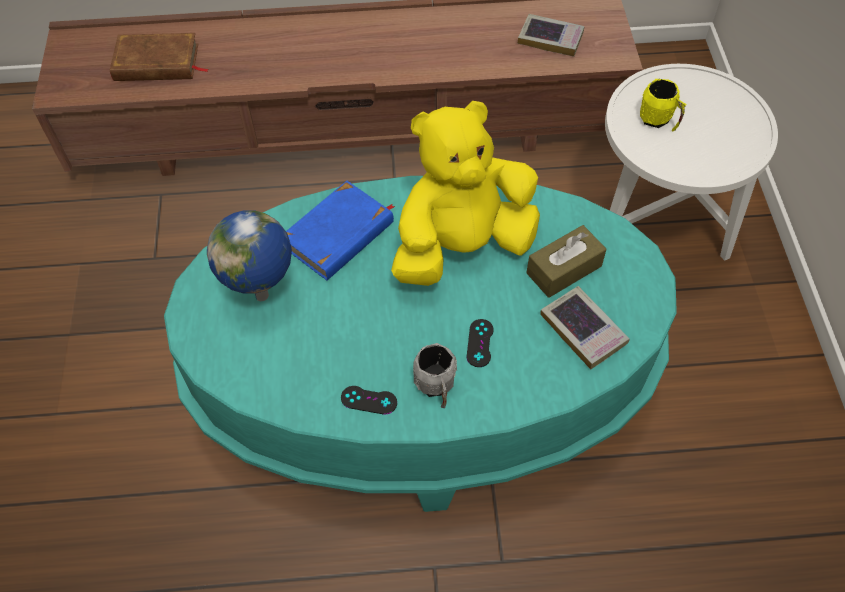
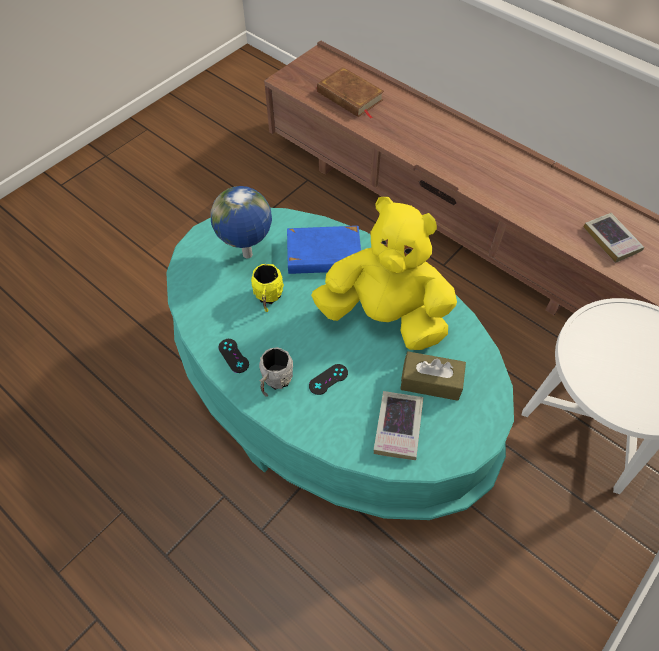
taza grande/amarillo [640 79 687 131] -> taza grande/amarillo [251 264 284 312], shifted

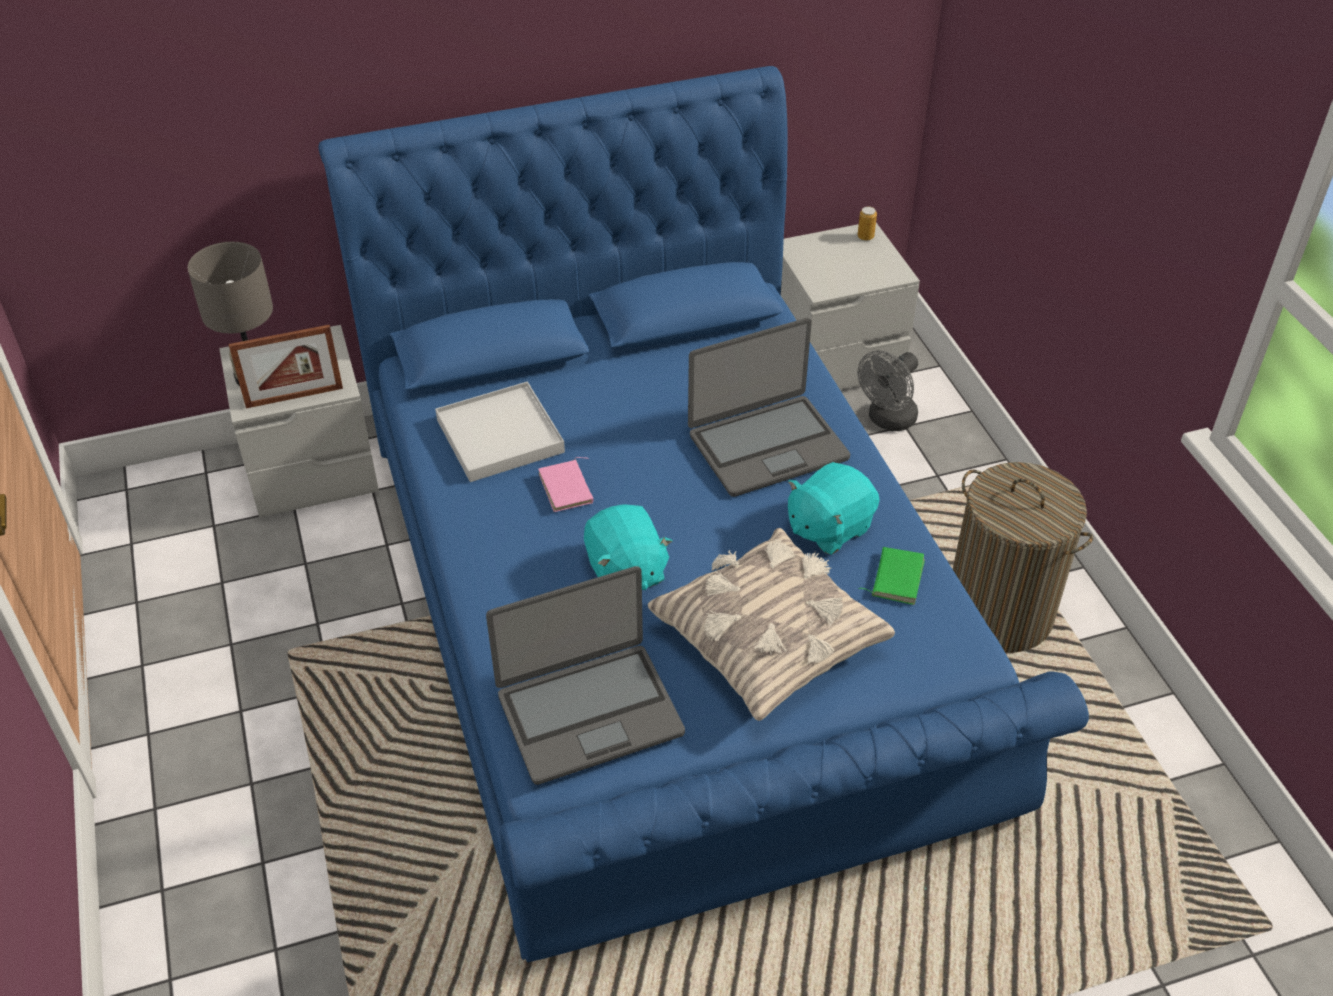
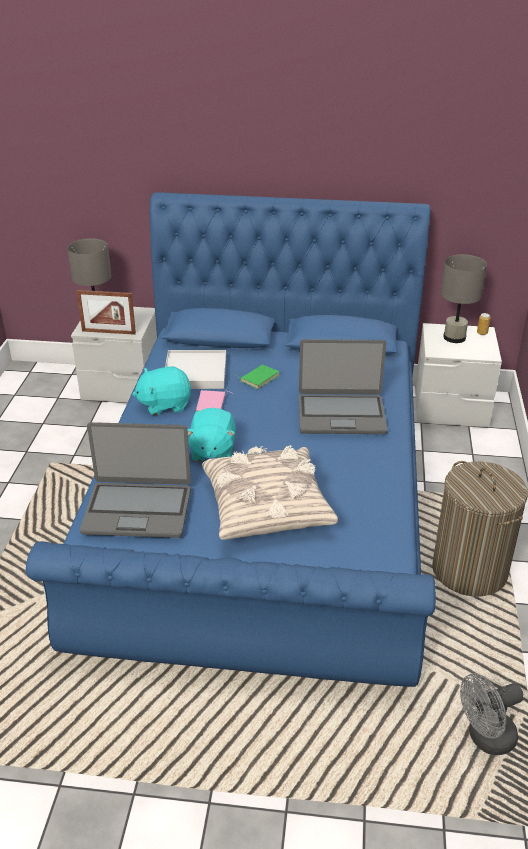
ventilador/gris [858 351 918 431] -> ventilador/gris [460 673 523 755], shifted
peluche/turquesa [788 462 880 555] -> peluche/turquesa [132 366 192 415], shifted
libro/verde [859 547 925 605] -> libro/verde [235 364 280 389], shifted
none -> lámpara de mesa/gris [441 254 487 343]

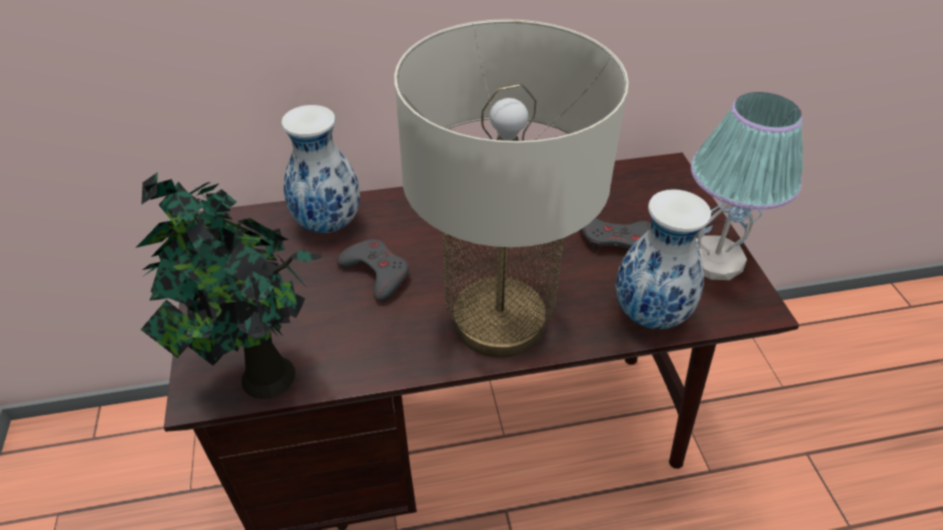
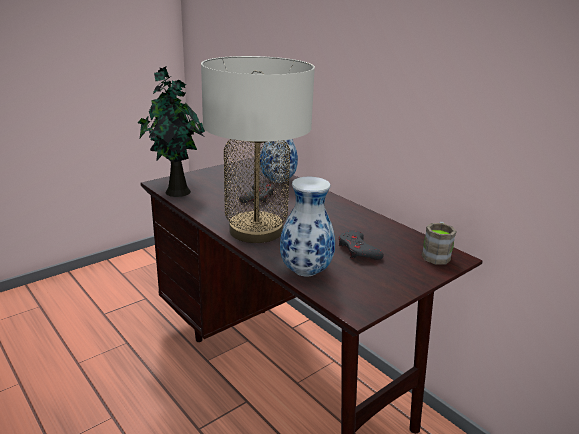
lámpara de mesa [691 92 803 280] -> none
none -> taza grande/marrón [421 222 457 265]

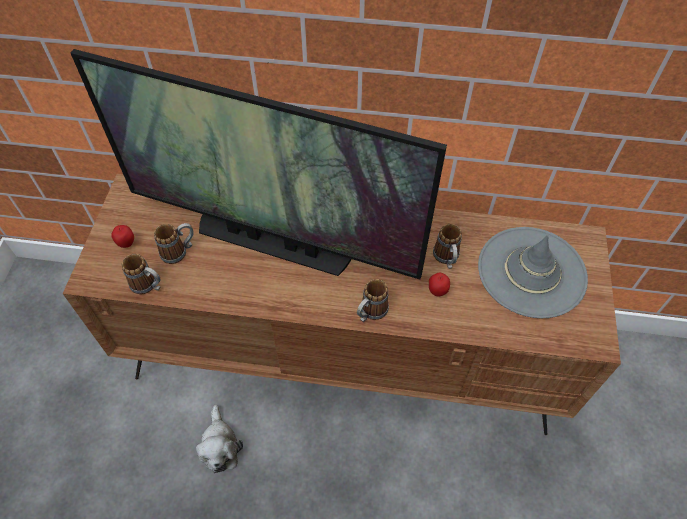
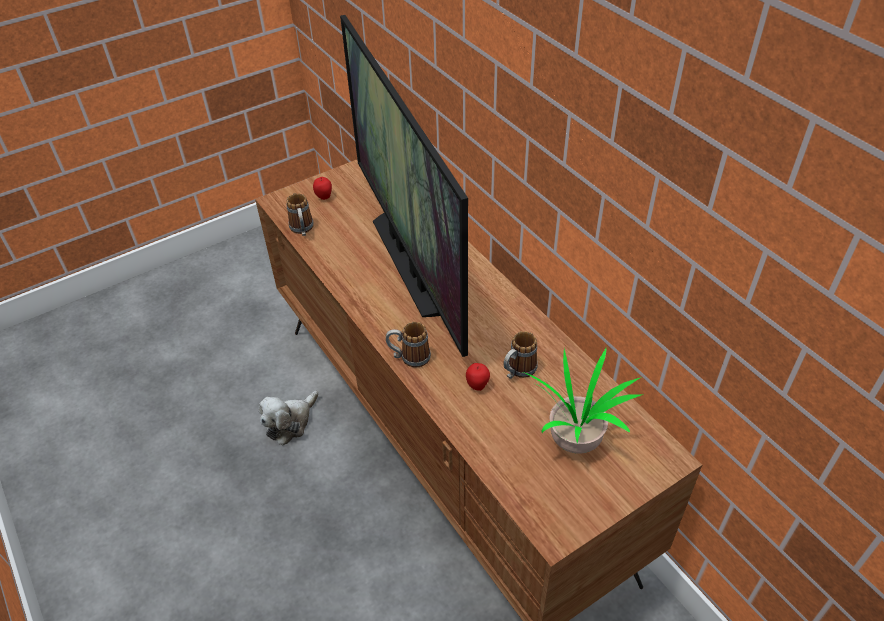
taza grande [154 223 193 264] -> none
sombrero/gris [478 227 588 318] -> planta en maceta [523 348 644 454]

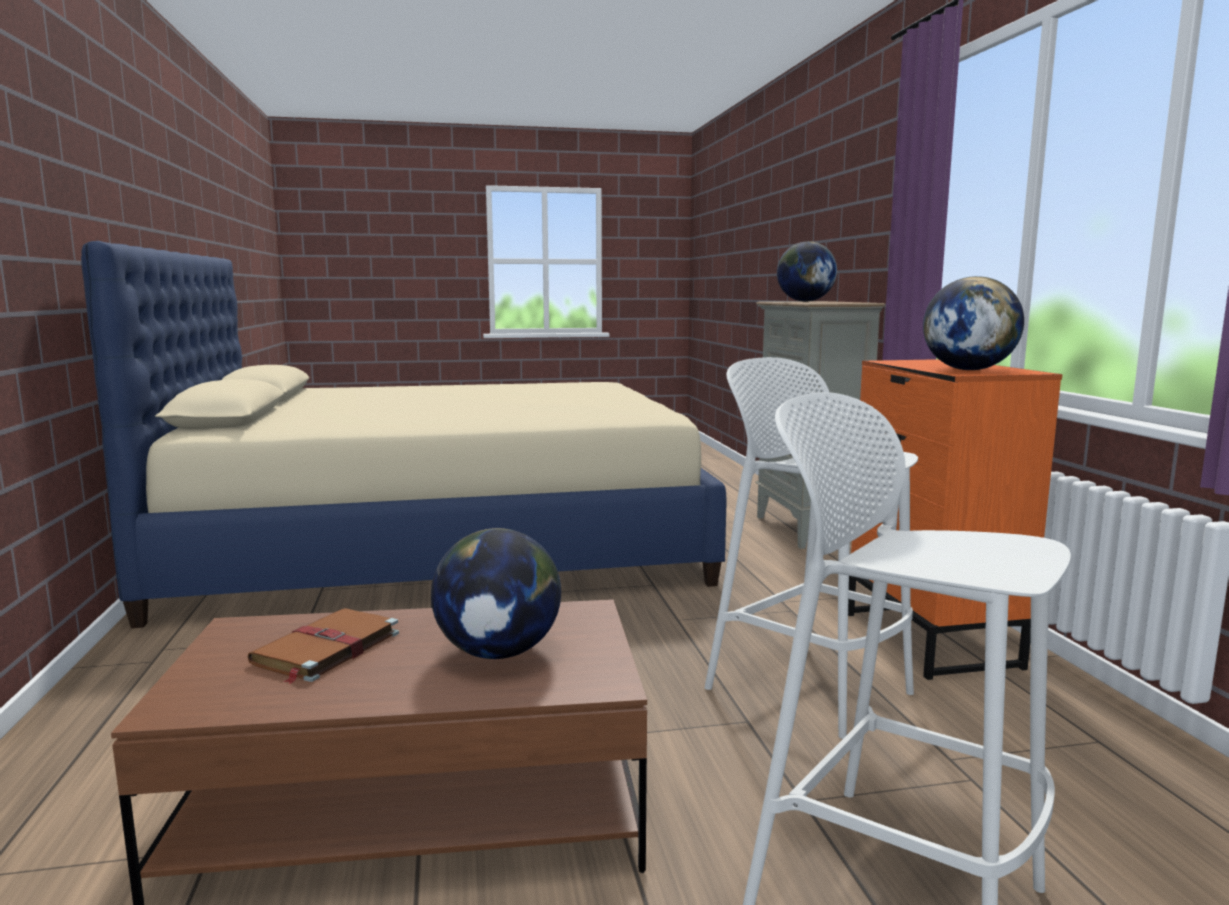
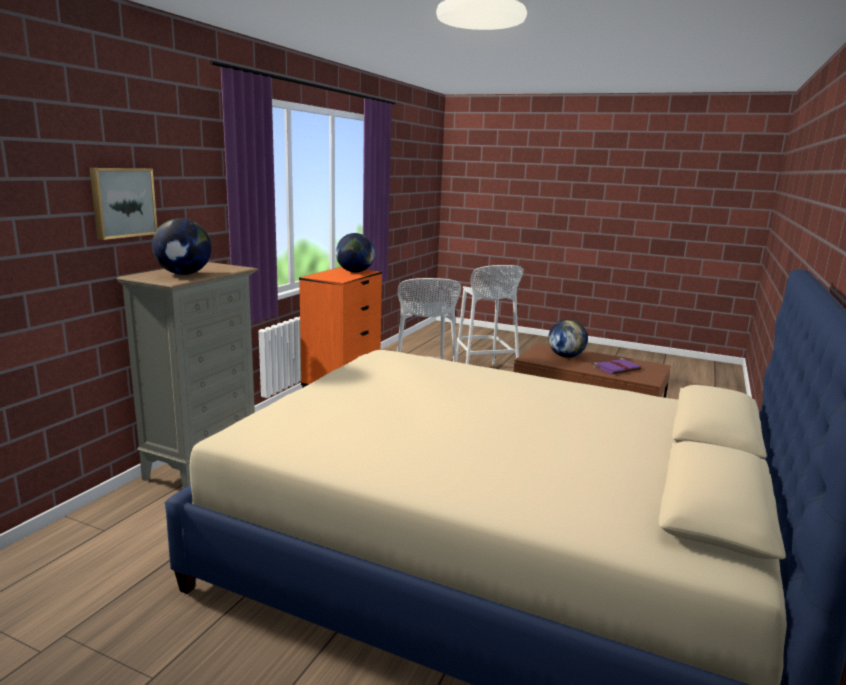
libro/marrón [248 608 399 684] -> libro/morado [593 358 641 374]
none -> cuadro [90 168 158 240]

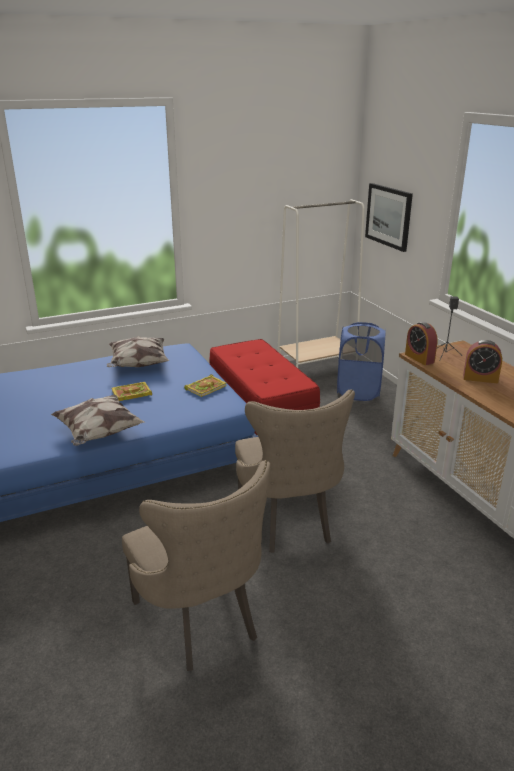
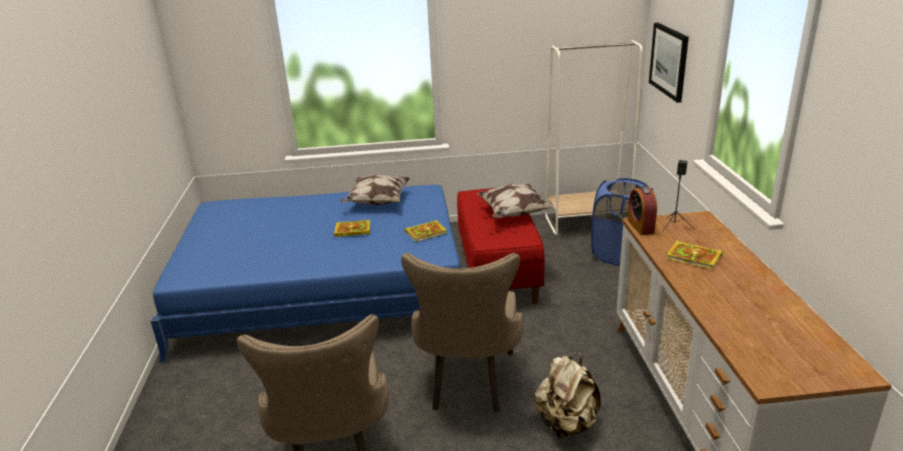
despertador [463 340 502 383] -> libro [667 240 723 270]
cojín [51 394 145 446] -> cojín [477 184 553 218], shifted
none -> mochila/beis [535 353 601 438]

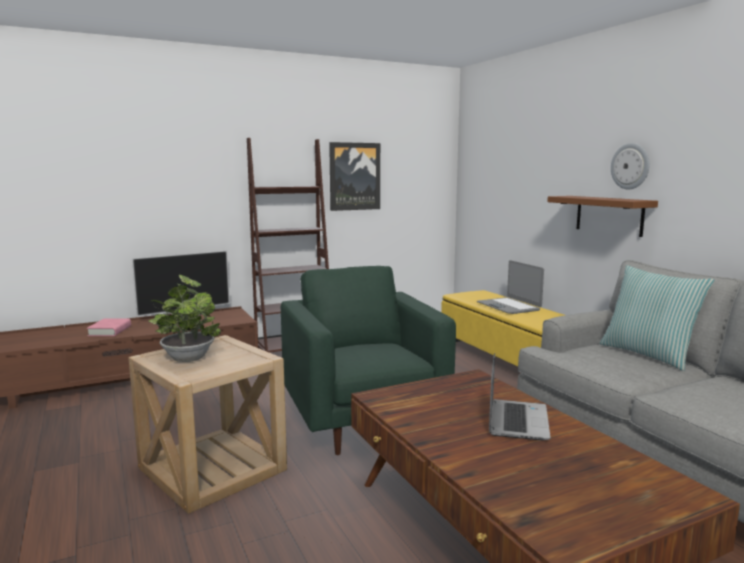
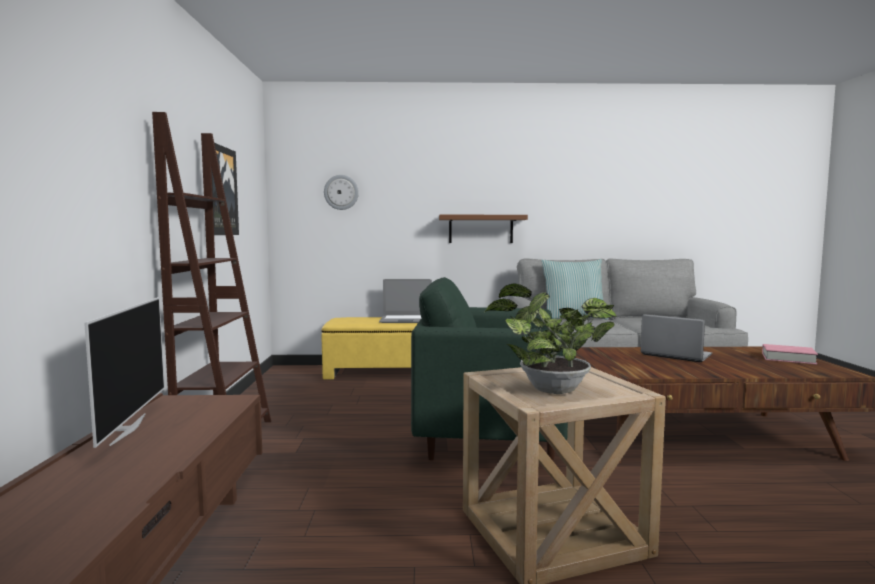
reloj de pared [611 143 650 189] -> reloj de pared [324 175 359 210], shifted
libro/rosa [87 318 131 336] -> libro/rosa [762 344 818 365], shifted

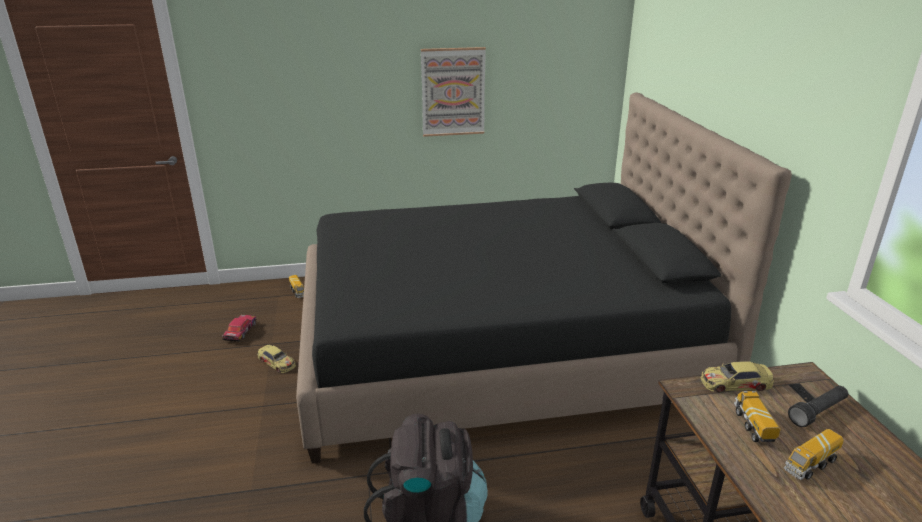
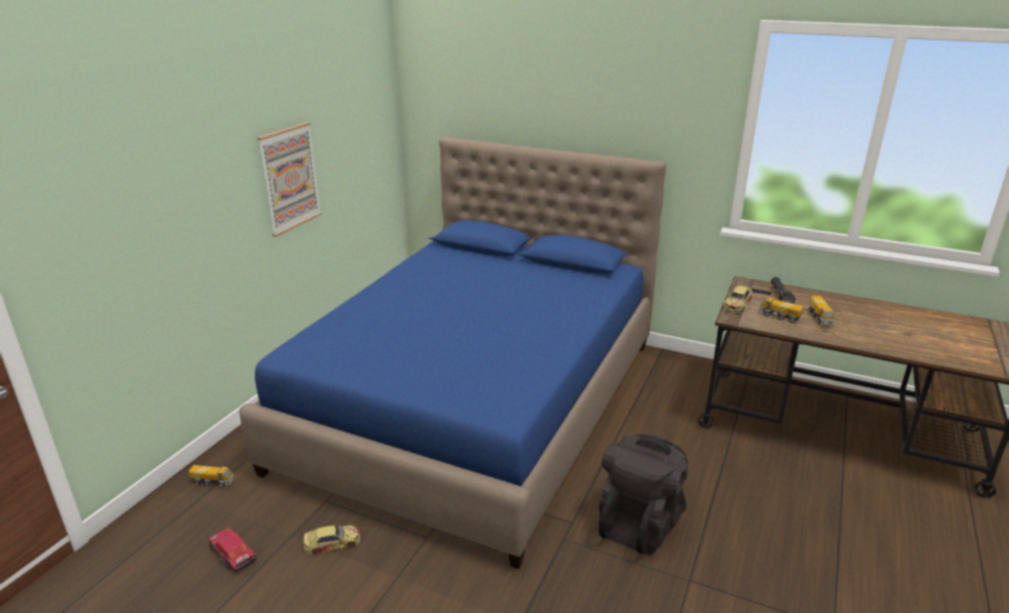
cama/negro [296 93 792 464] -> cama/azul [239 137 666 569]

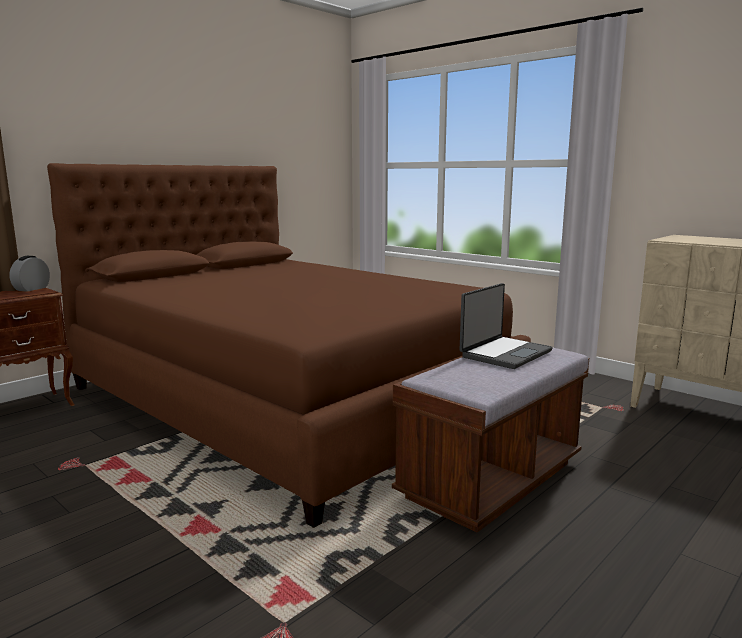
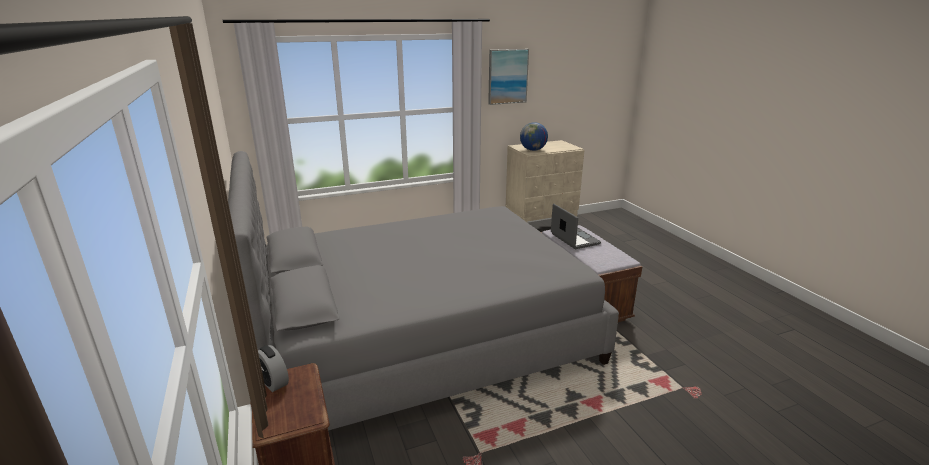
cama/marrón [47 163 531 528] -> cama/gris [228 151 619 431]
none -> cuadro [488 49 529 105]
none -> globo terráqueo [520 122 548 151]

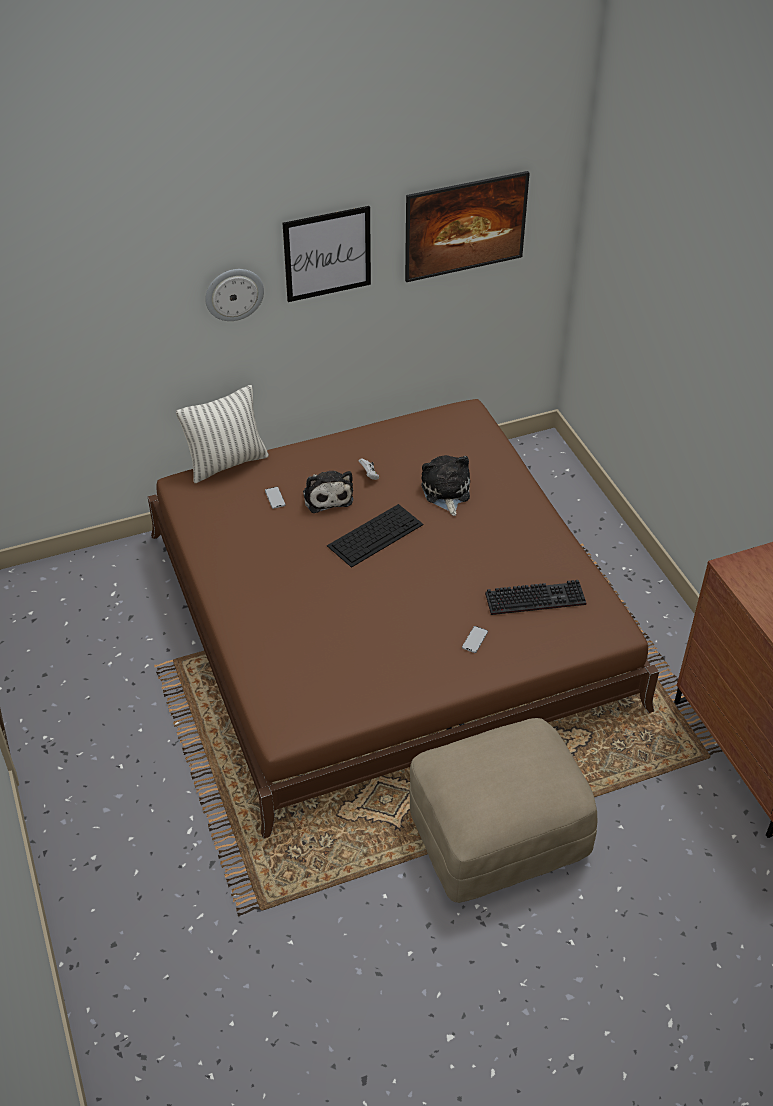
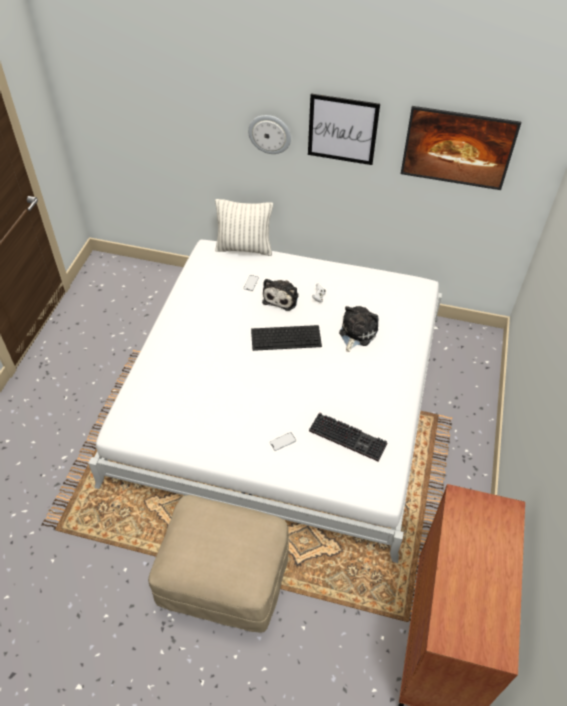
cama/marrón [148 399 659 839] -> cama/blanco [88 240 442 563]

